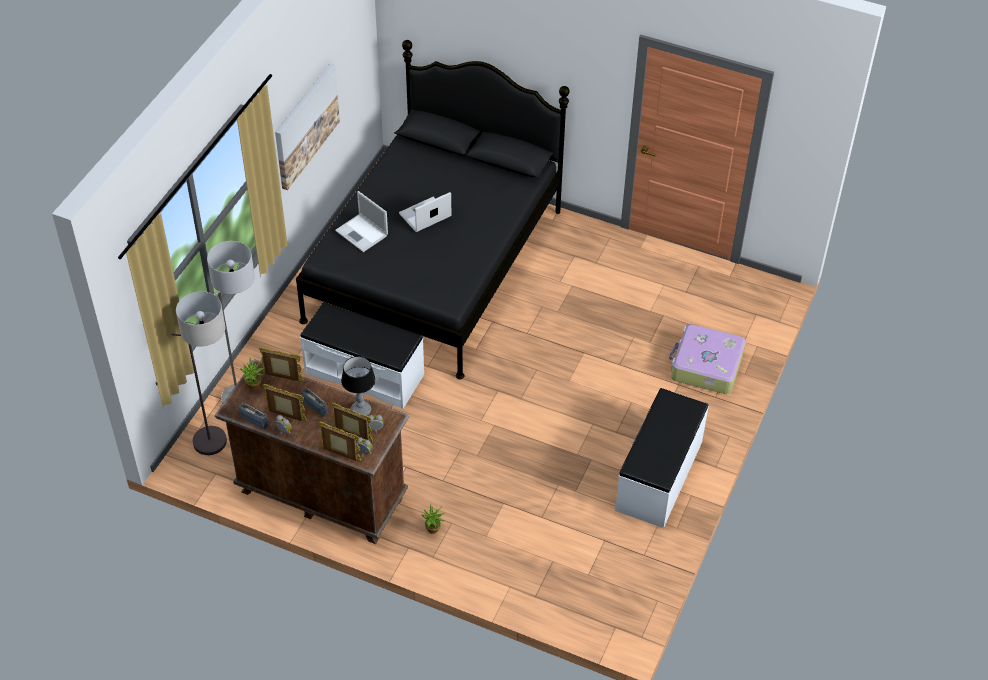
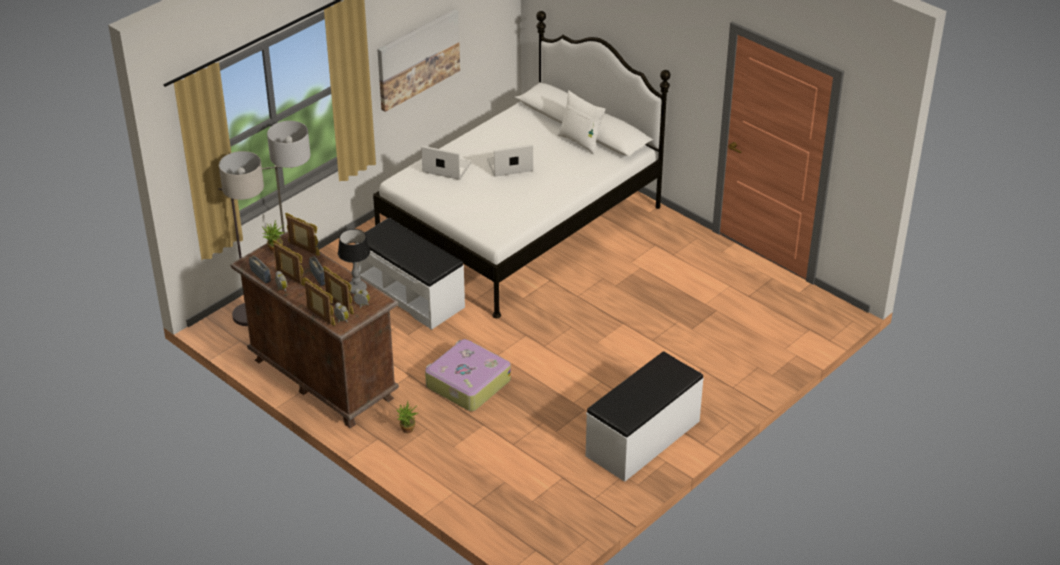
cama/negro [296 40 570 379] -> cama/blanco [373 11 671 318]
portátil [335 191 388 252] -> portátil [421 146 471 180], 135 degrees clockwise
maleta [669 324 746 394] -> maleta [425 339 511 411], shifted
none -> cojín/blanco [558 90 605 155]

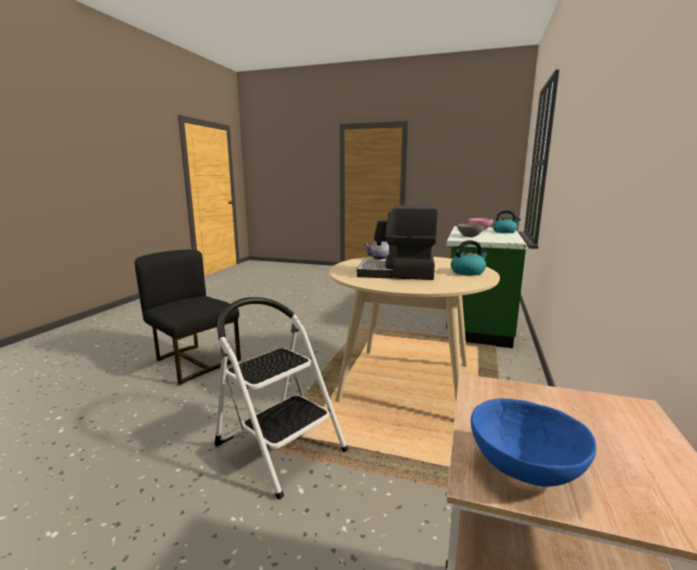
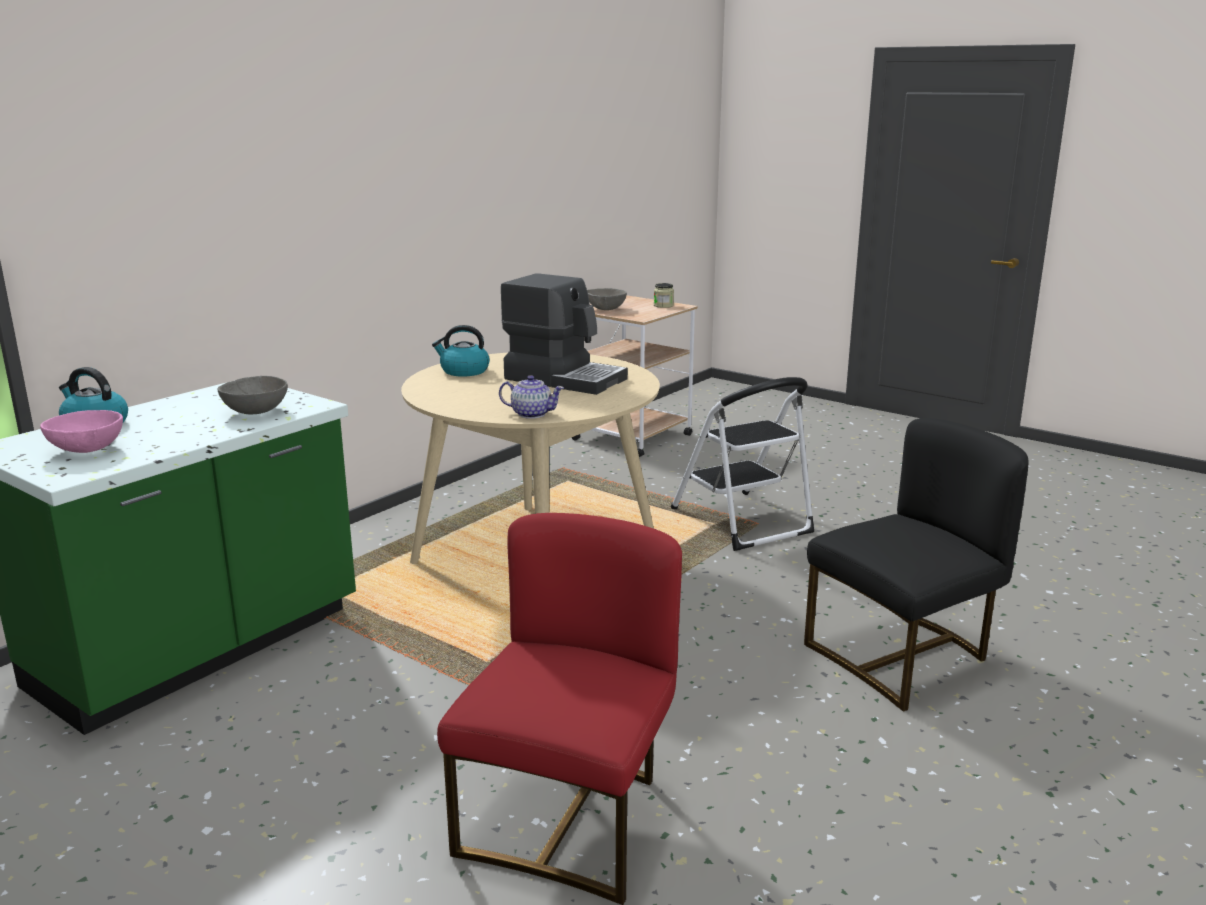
silla/negro [134 250 241 385] -> silla/negro [804 418 1029 712], 90 degrees counterclockwise
cuenco/azul [471 398 596 487] -> tarro [654 283 674 308]
none -> cuenco/gris [587 288 627 310]
none -> silla/rojo [437 513 682 905]

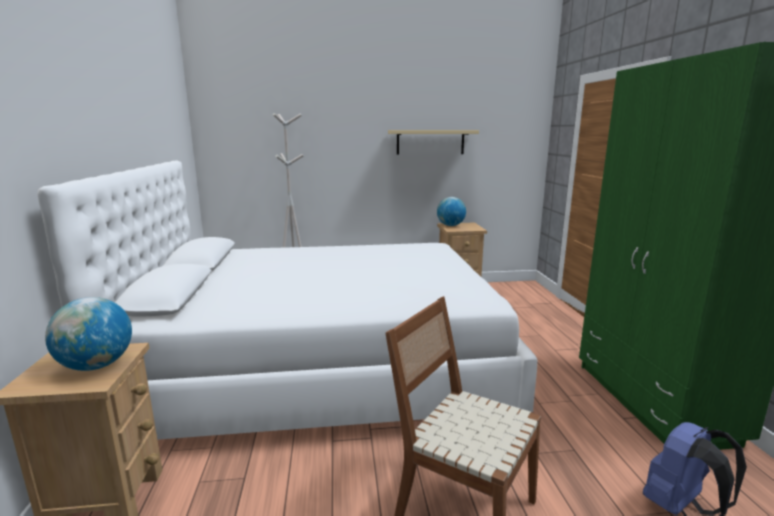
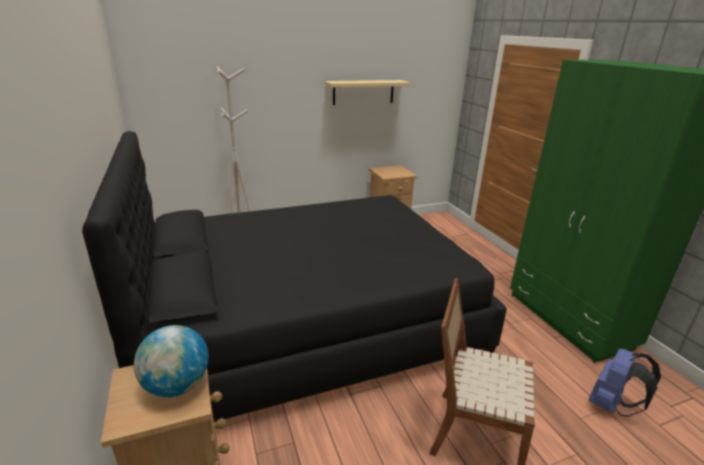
cama/blanco [37 160 537 440] -> cama/negro [82 131 507 422]
globo terráqueo [437 197 466 226] -> none

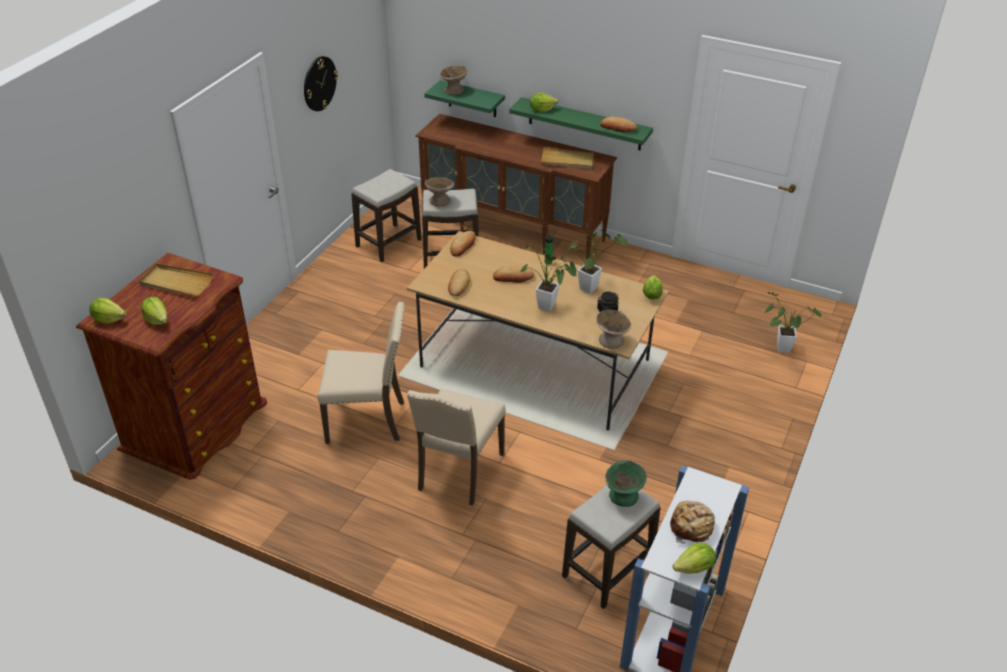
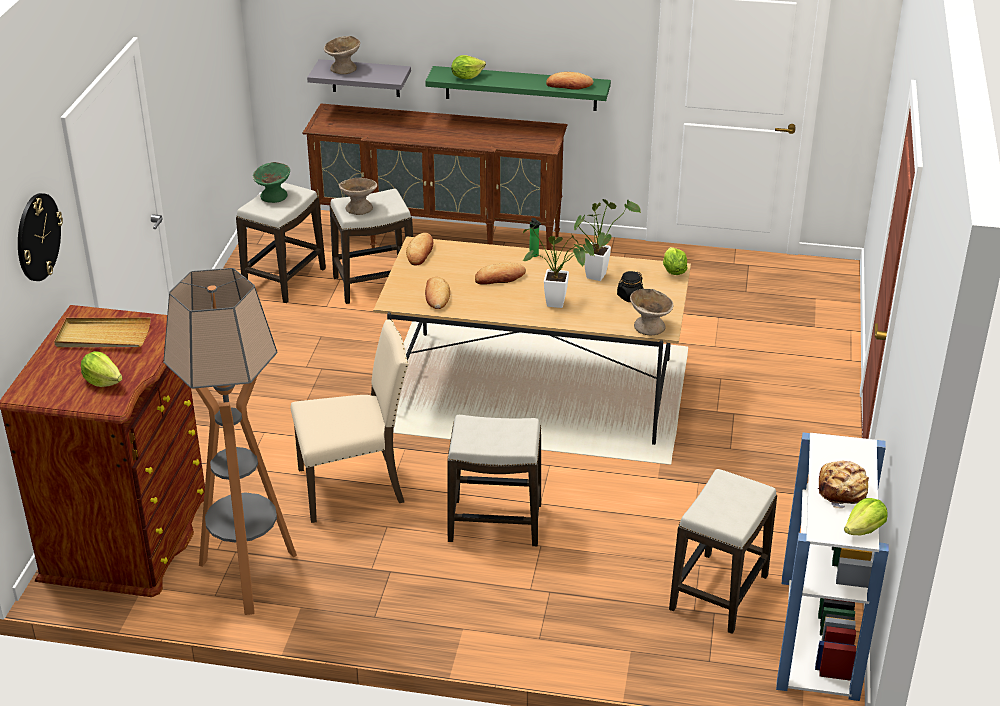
reloj de pared [304 56 338 111] -> reloj de pared [18 193 63 281], shifted
estante/verde [424 80 505 117] -> estante/gris [307 59 411 97]
bandeja/beis [540 147 594 169] -> none
planta en maceta [764 292 821 353] -> none
lechuga [89 298 126 324] -> none
silla/beis [407 389 506 506] -> taburete [447 415 541 546]
cuenco/verde [605 460 647 507] -> cuenco/verde [253 162 290 203], shifted
none -> lámpara de pie [163 268 297 615]

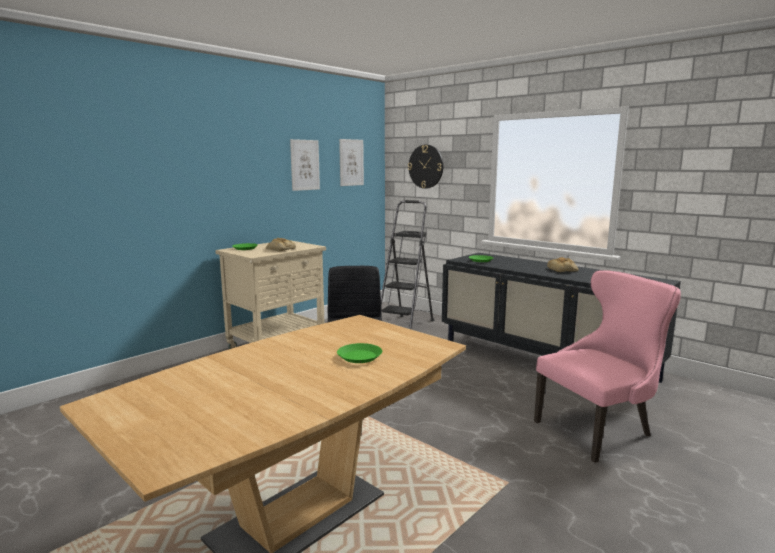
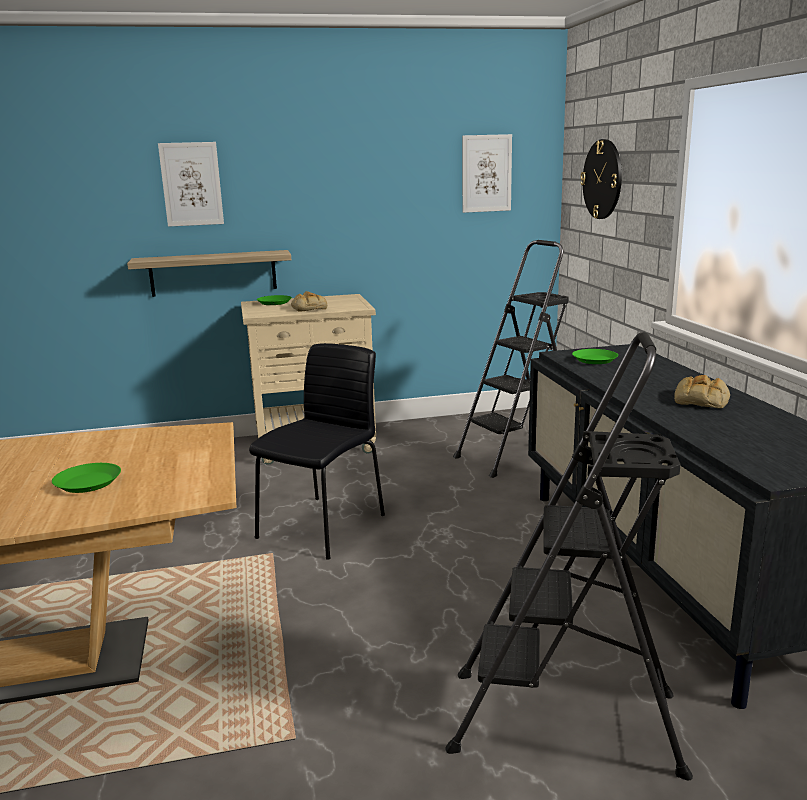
cuadro [290 139 320 191] -> cuadro [158 142 224 227], shifted
silla/rosa [534 270 681 463] -> escalera de tijera [445 332 693 781]
none -> estante [127 250 291 297]

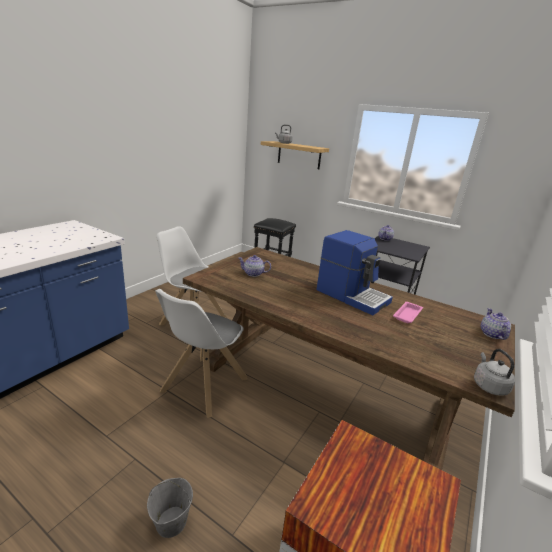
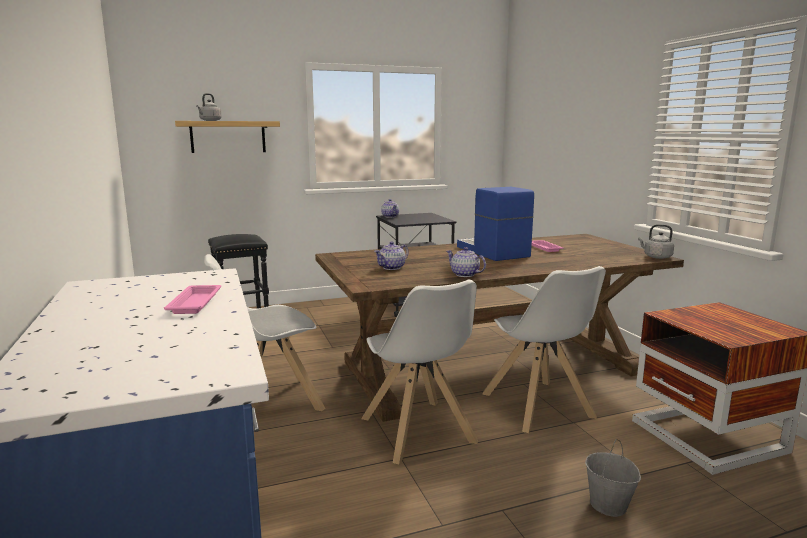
cafetera [316 230 393 315] -> cafetera [457 187 534 261], 105 degrees counterclockwise
tetera [481 308 511 340] -> tetera [447 247 486 277], shifted
none -> silla [482 266 606 433]
none -> bandeja/rosa [164 285 221 314]

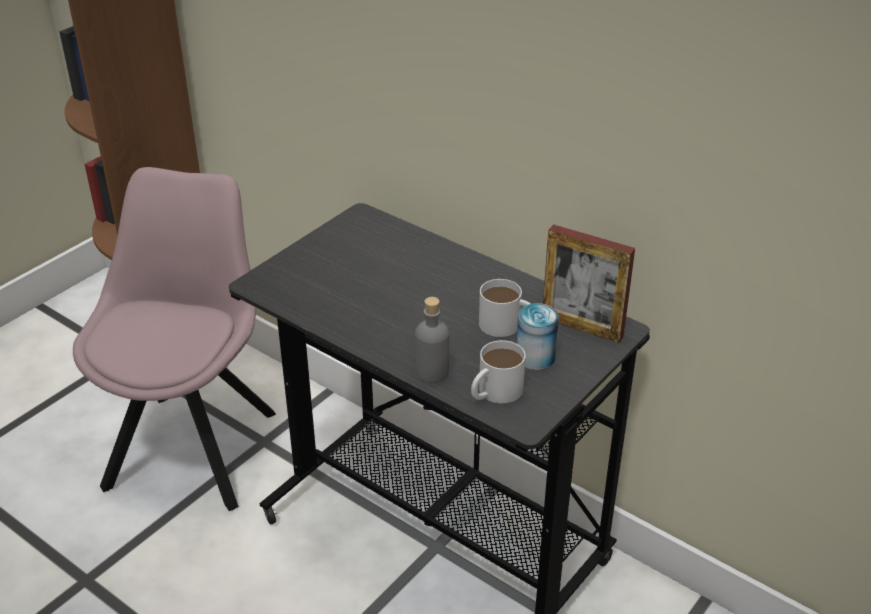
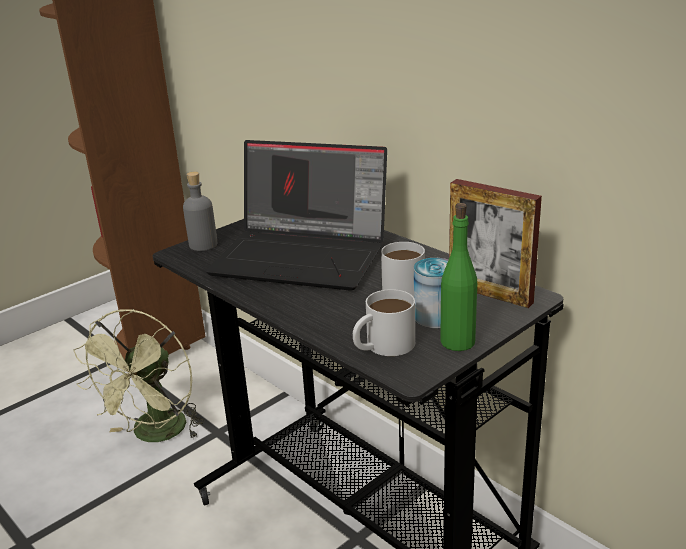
silla/rosa [73 167 276 511] -> ventilador/verde [73 309 205 442]
botella/gris [415 297 449 382] -> botella/gris [183 171 217 251], shifted
none -> portátil [206 140 387 291]
none -> botella/verde [440 203 477 351]

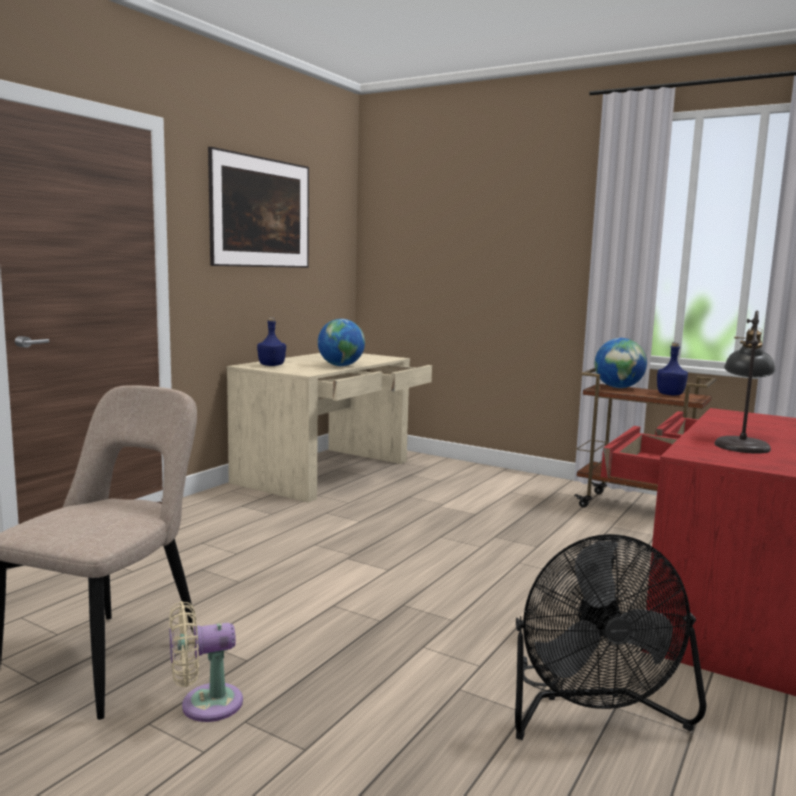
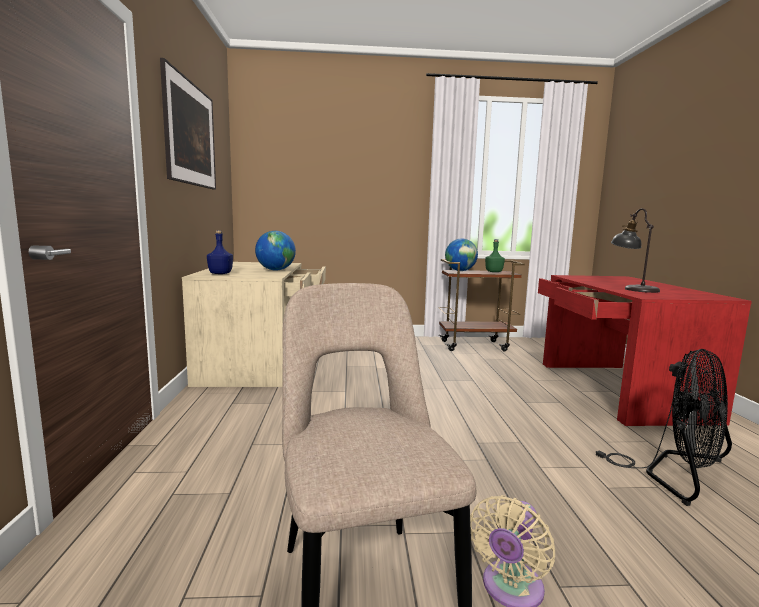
botella/azul [657 342 688 395] -> botella/verde [485 239 505 272]

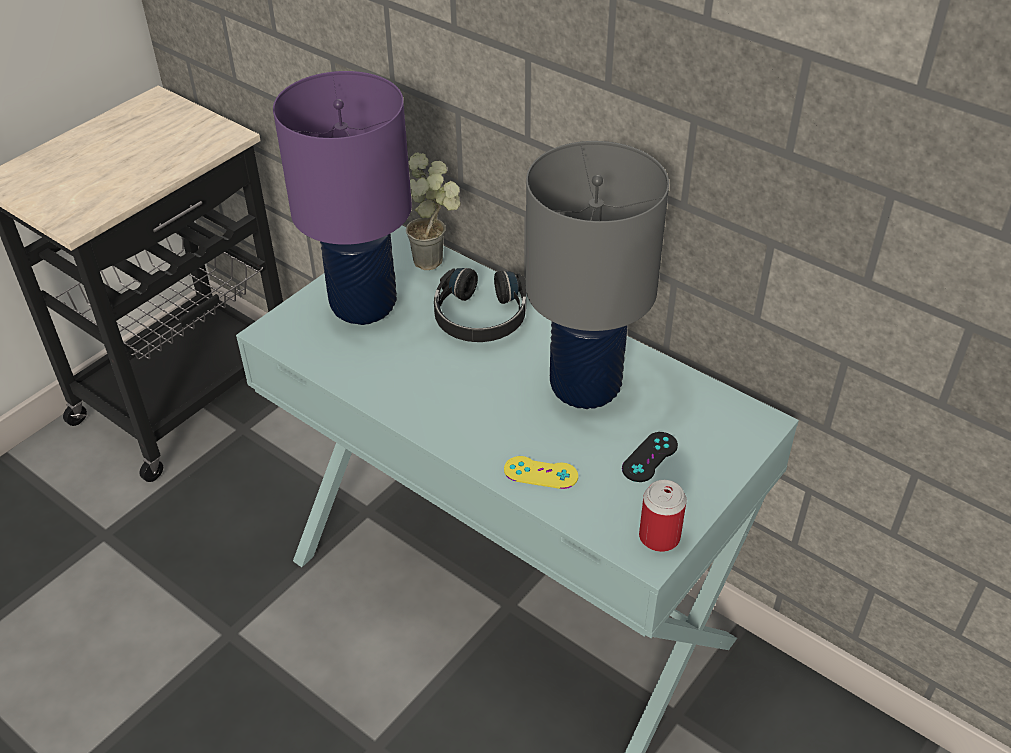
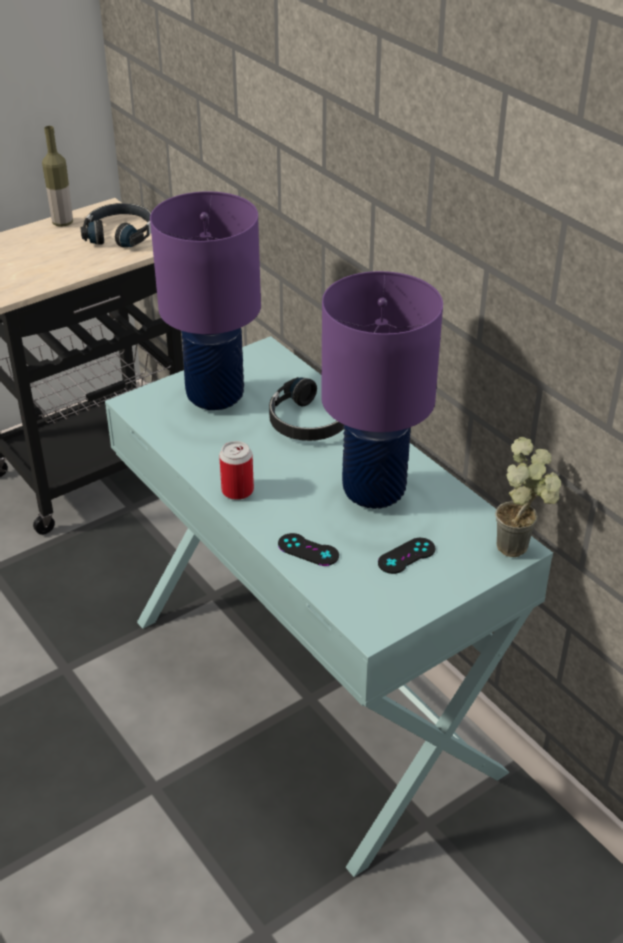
lámpara de mesa/gris [526 141 669 409] -> lámpara de mesa/morado [321 271 443 509]
planta en maceta [406 152 461 270] -> planta en maceta [495 437 561 557], shifted
mando de consola/amarillo [504 456 578 489] -> mando de consola/negro [278 533 339 566]
lata [639 480 687 552] -> lata [219 441 254 500], shifted
none -> botella [42 126 73 227]
none -> auriculares/negro [80 203 151 248]

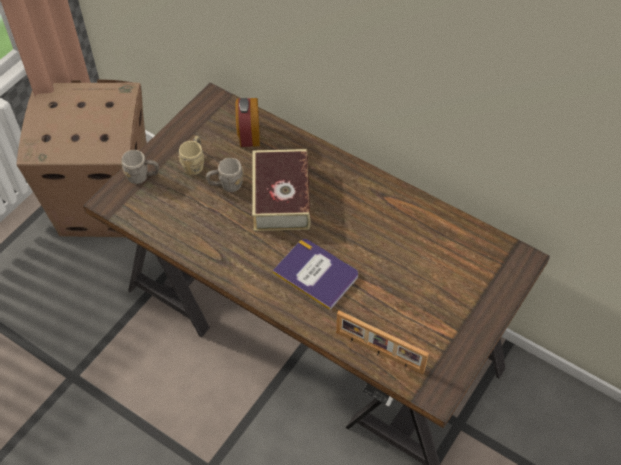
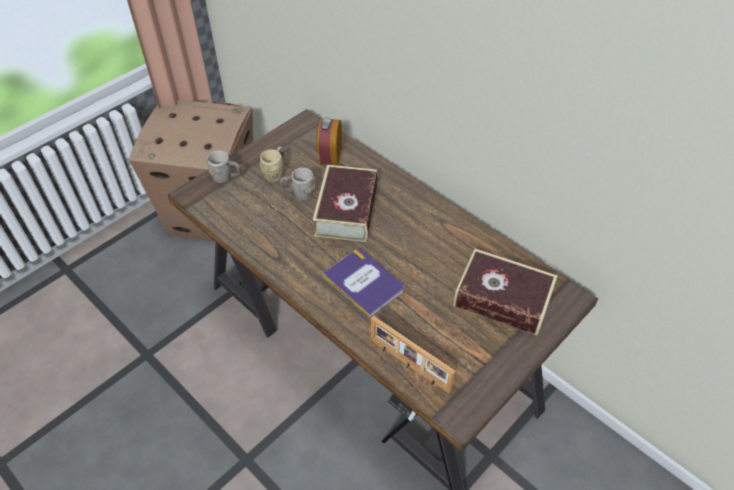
none -> libro [453 249 558 335]

